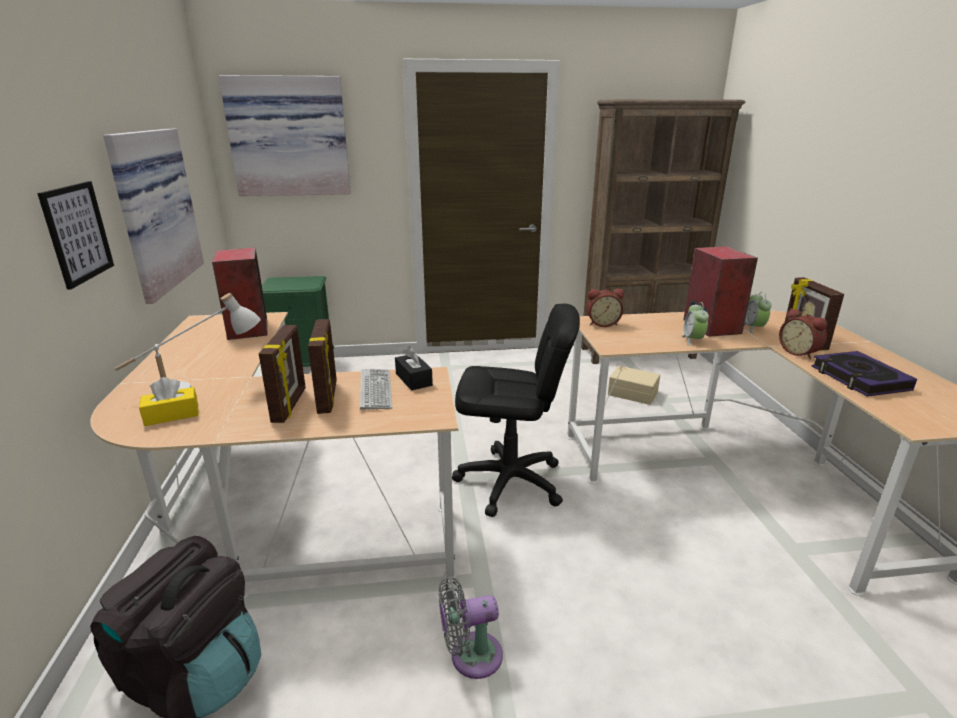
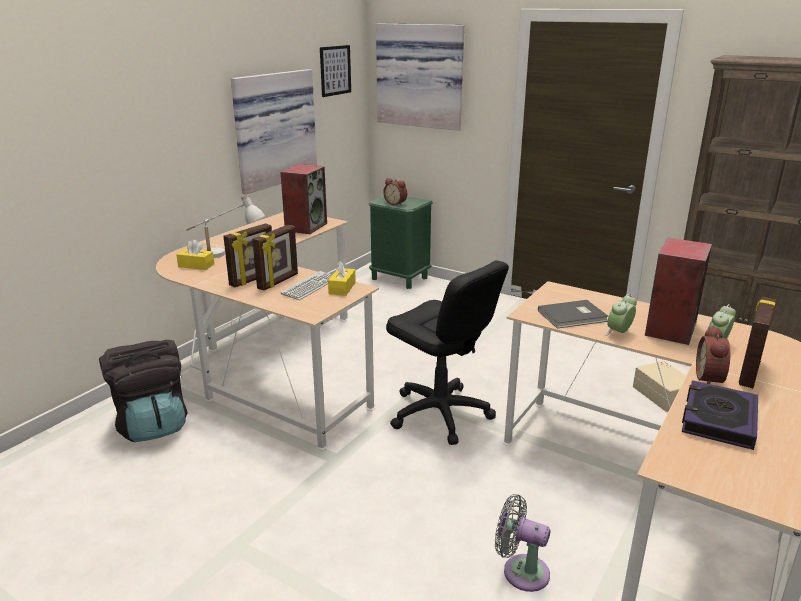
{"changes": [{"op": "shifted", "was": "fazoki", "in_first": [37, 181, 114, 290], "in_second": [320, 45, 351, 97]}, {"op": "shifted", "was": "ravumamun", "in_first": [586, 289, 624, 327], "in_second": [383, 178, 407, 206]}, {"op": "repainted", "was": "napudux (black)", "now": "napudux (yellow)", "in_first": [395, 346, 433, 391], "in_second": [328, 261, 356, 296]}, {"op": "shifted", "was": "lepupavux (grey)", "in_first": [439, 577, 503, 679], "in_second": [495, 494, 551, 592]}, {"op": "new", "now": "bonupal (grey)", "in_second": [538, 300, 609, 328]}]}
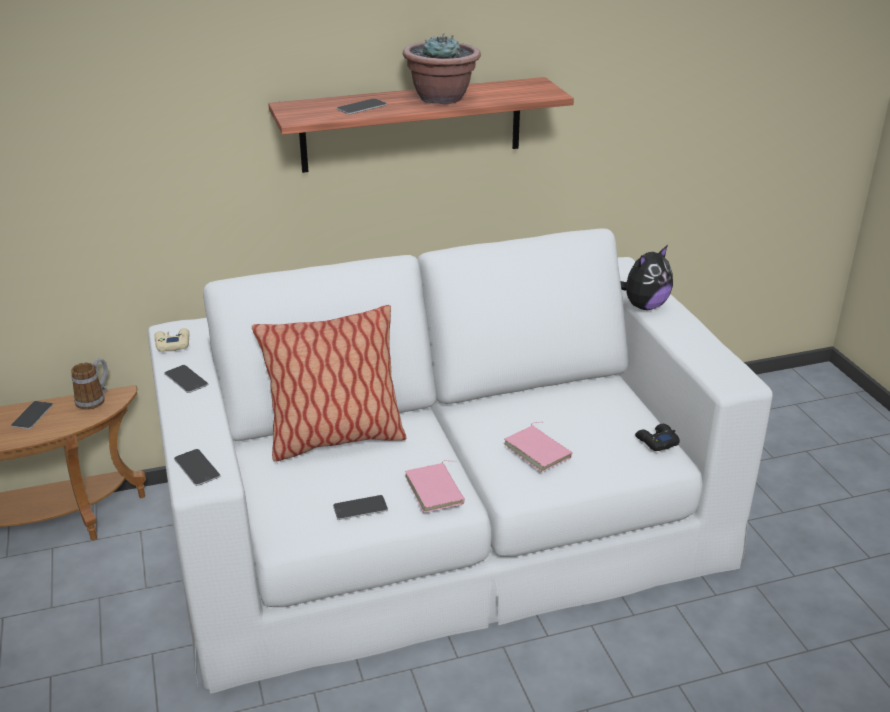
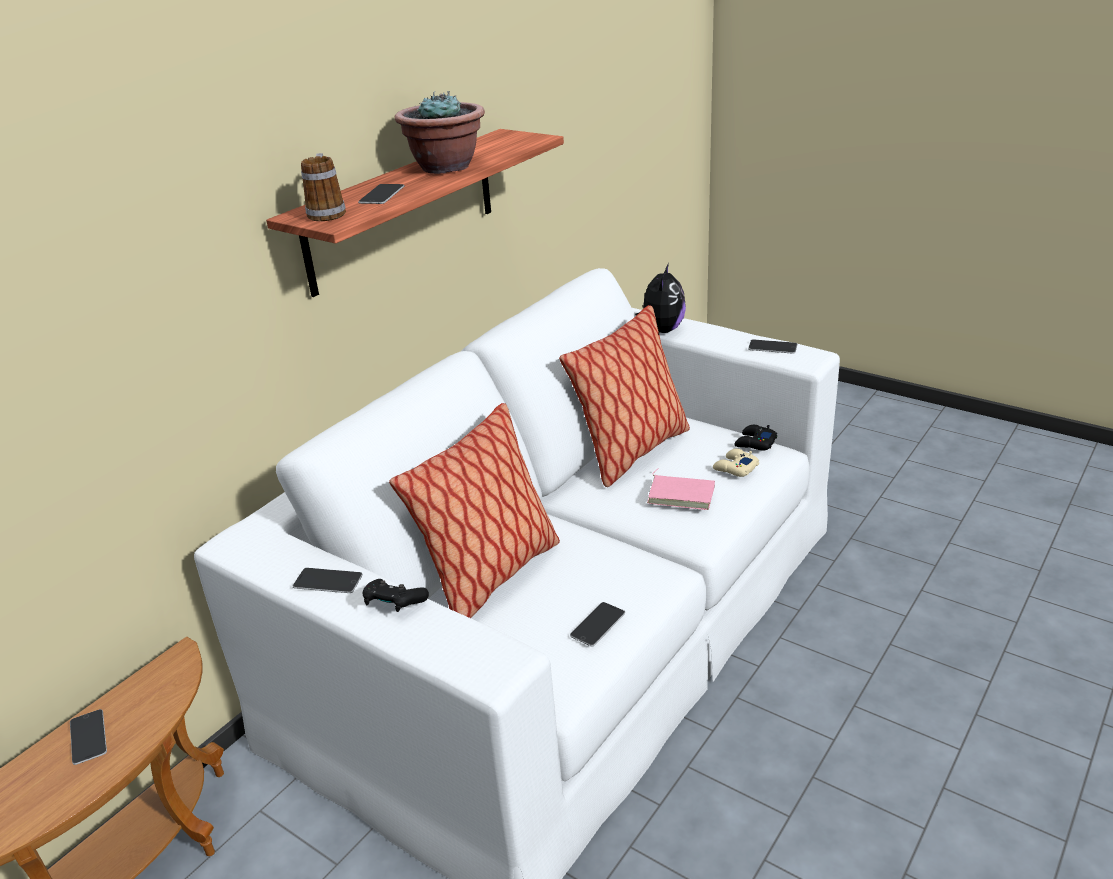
{"changes": [{"op": "shifted", "was": "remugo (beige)", "in_first": [154, 328, 190, 352], "in_second": [713, 449, 759, 477]}, {"op": "shifted", "was": "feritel", "in_first": [71, 358, 108, 410], "in_second": [301, 153, 346, 221]}, {"op": "shifted", "was": "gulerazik", "in_first": [174, 449, 221, 486], "in_second": [748, 339, 797, 354]}, {"op": "gone", "was": "bonupal (pink)", "in_first": [405, 460, 465, 513]}, {"op": "new", "now": "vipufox", "in_second": [559, 305, 690, 487]}, {"op": "new", "now": "remugo (black)", "in_second": [363, 579, 429, 612]}]}
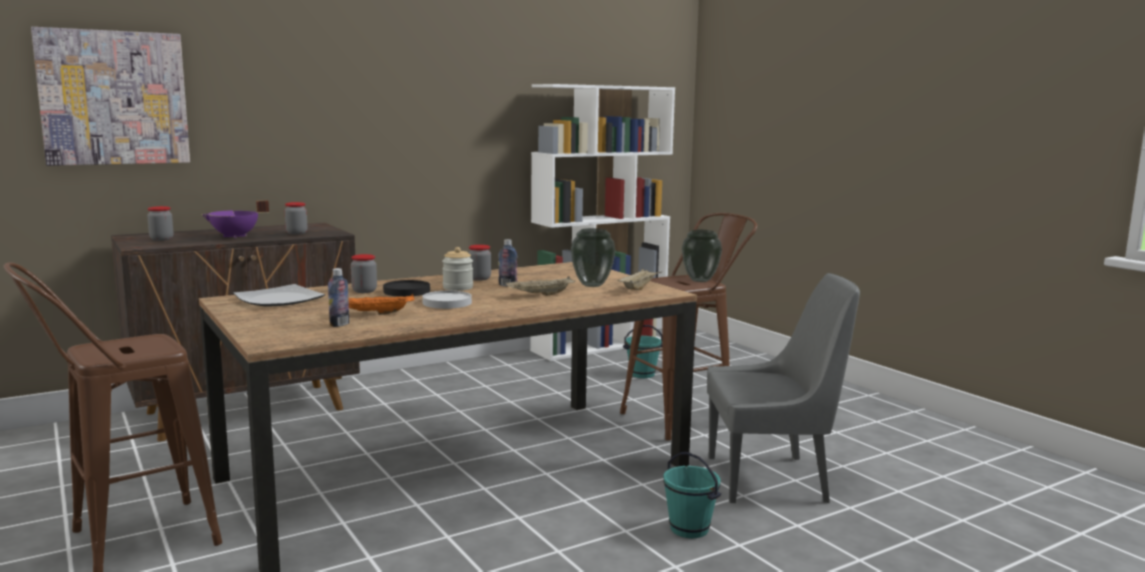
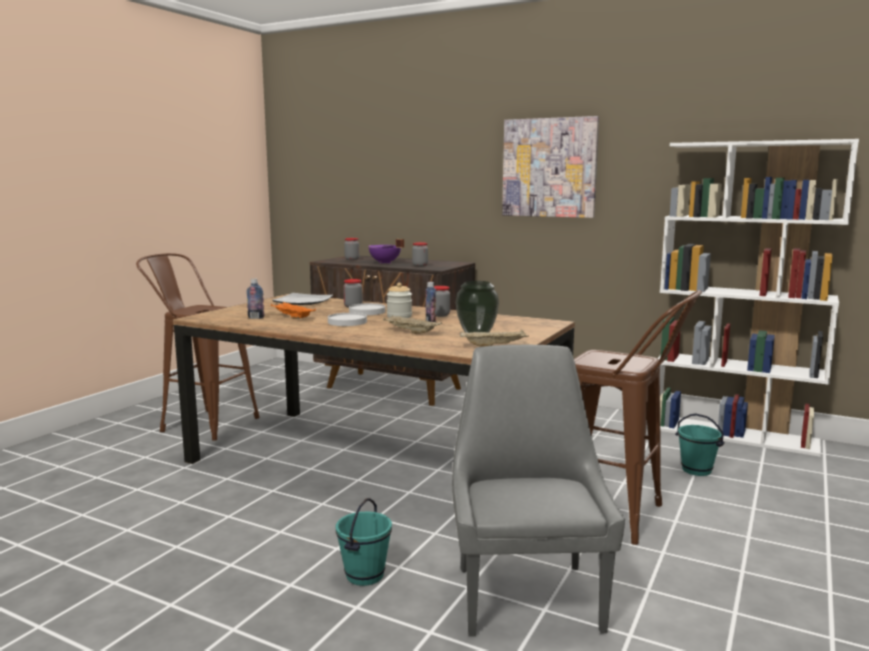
{"changes": [{"op": "shifted", "was": "fazoki", "in_first": [31, 27, 190, 166], "in_second": [502, 116, 599, 218]}, {"op": "gone", "was": "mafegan", "in_first": [682, 230, 722, 282]}, {"op": "rotated", "was": "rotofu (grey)", "in_first": [707, 273, 860, 504], "in_second": [452, 345, 625, 637], "clockwise": -150}, {"op": "repainted", "was": "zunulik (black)", "now": "zunulik (white)", "in_first": [383, 280, 430, 297], "in_second": [349, 303, 385, 315]}]}
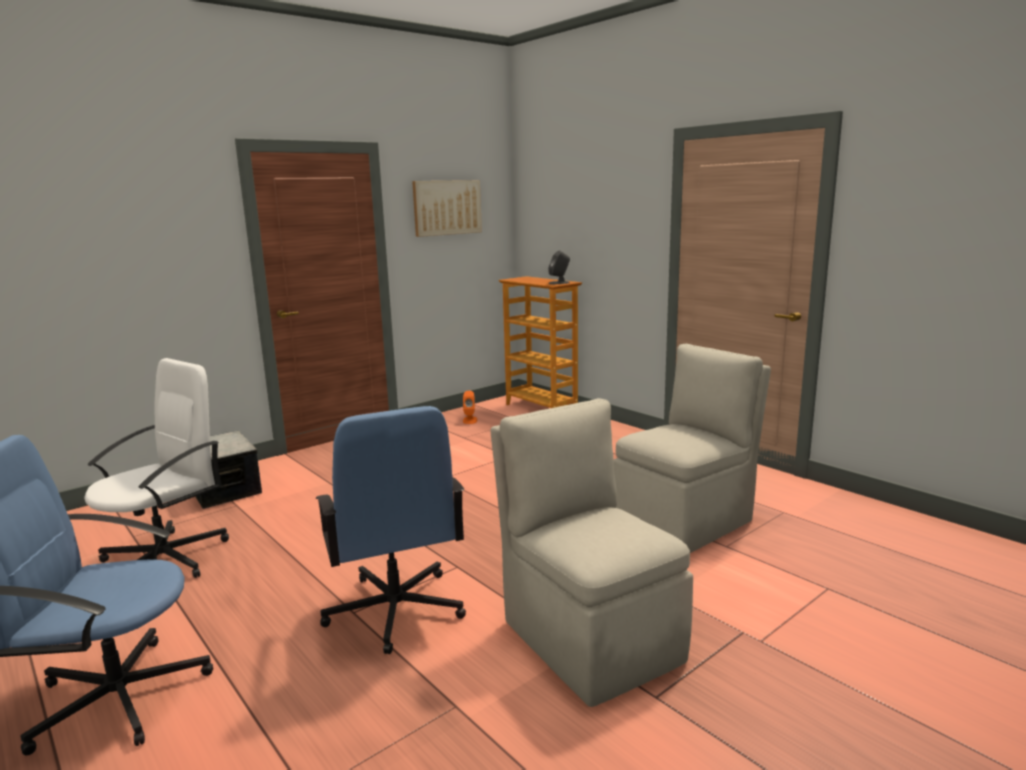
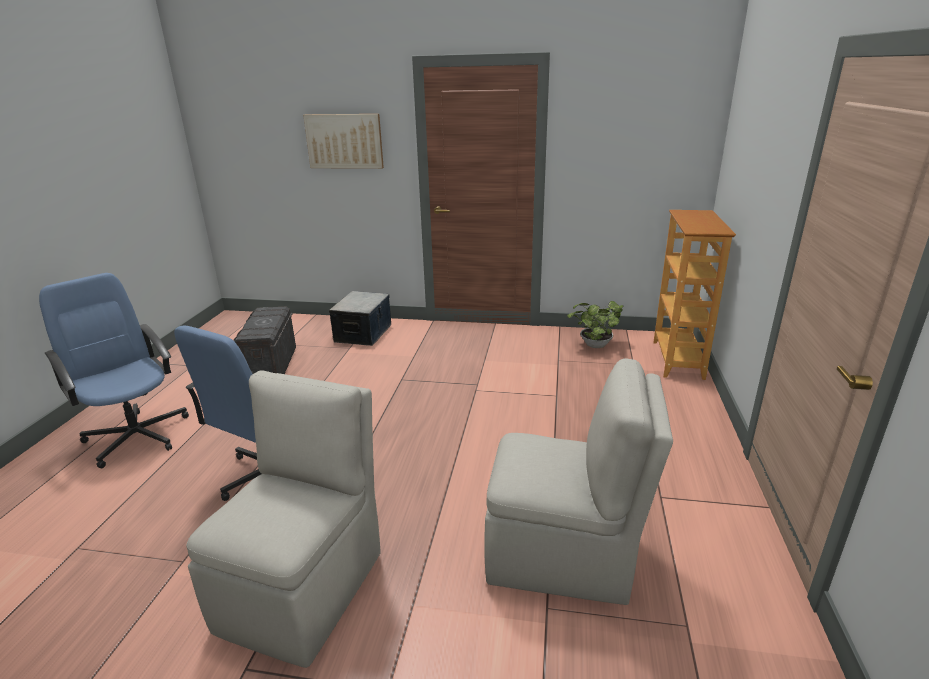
{"changes": [{"op": "shifted", "was": "fazoki", "in_first": [412, 180, 482, 237], "in_second": [303, 114, 384, 169]}, {"op": "gone", "was": "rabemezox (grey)", "in_first": [548, 250, 570, 284]}, {"op": "swapped", "was": "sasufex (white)", "now": "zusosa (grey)", "in_first": [84, 358, 229, 578], "in_second": [233, 306, 296, 374]}, {"op": "swapped", "was": "rabemezox (orange)", "now": "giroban", "in_first": [463, 391, 477, 424], "in_second": [567, 301, 624, 348]}]}
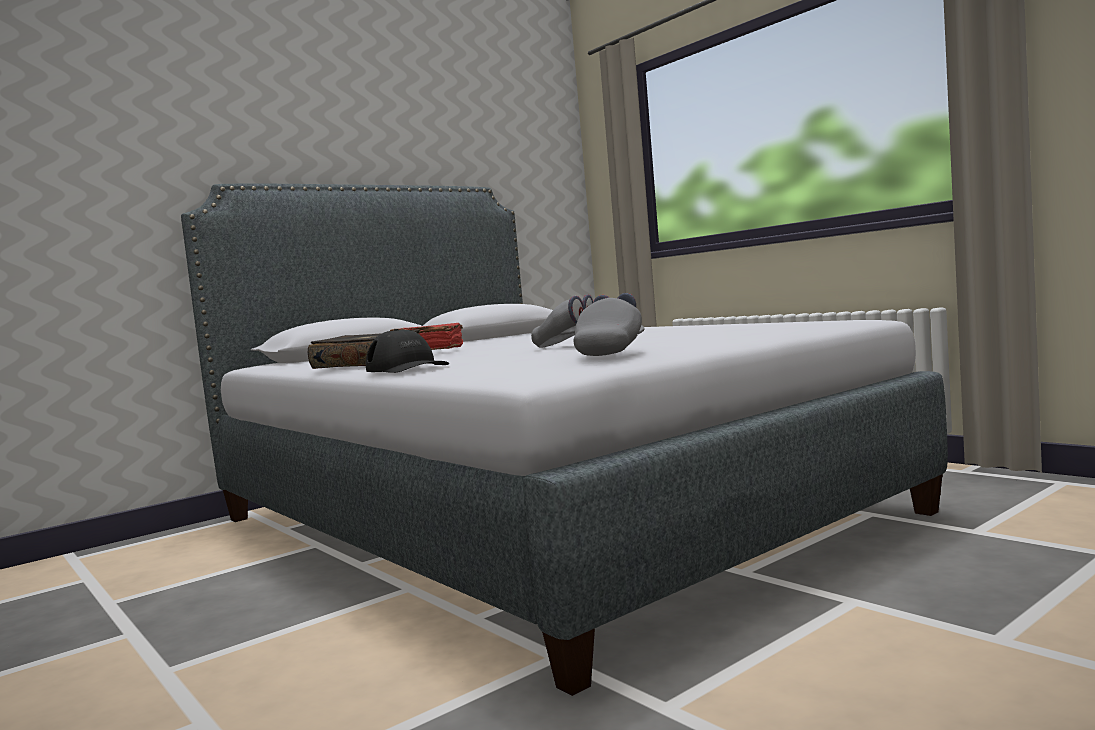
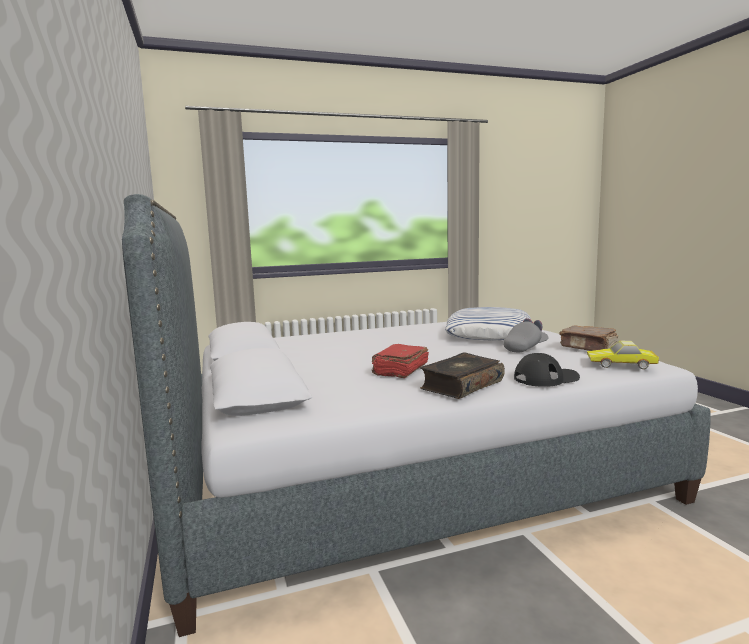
{"changes": [{"op": "swapped", "was": "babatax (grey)", "now": "bonupal (brown)", "in_first": [574, 293, 645, 356], "in_second": [559, 326, 618, 351]}, {"op": "new", "now": "vipufox", "in_second": [445, 307, 531, 341]}, {"op": "new", "now": "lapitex", "in_second": [587, 341, 659, 369]}]}
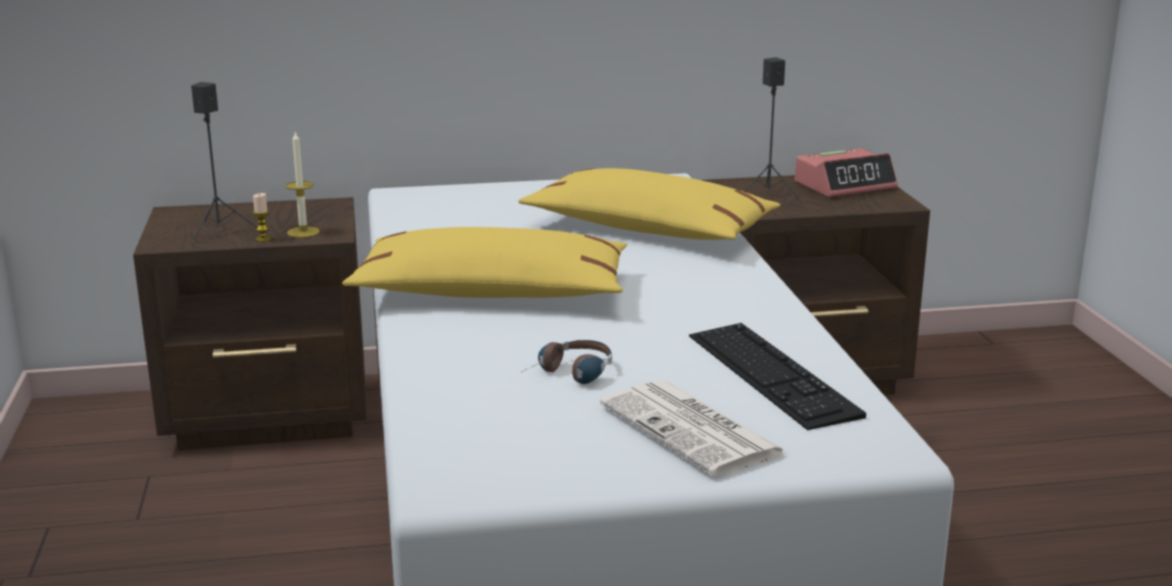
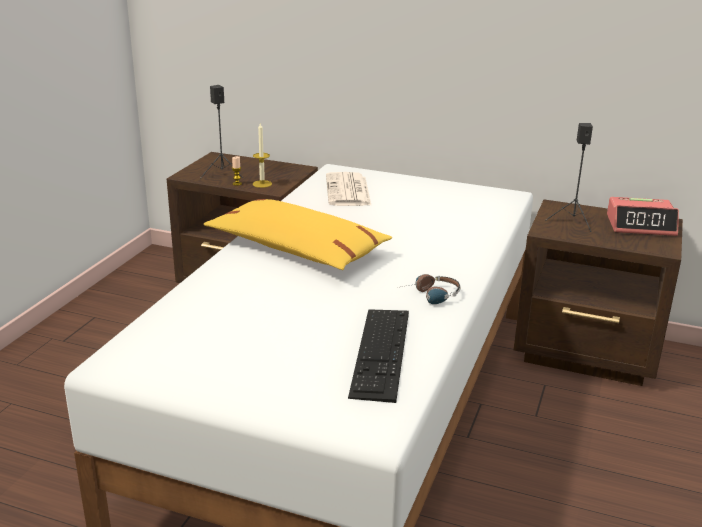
{"changes": [{"op": "gone", "was": "vipufox (yellow)", "in_first": [518, 168, 780, 240]}, {"op": "shifted", "was": "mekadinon", "in_first": [522, 340, 612, 384], "in_second": [397, 274, 461, 304]}, {"op": "shifted", "was": "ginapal", "in_first": [600, 380, 787, 477], "in_second": [326, 172, 372, 206]}]}
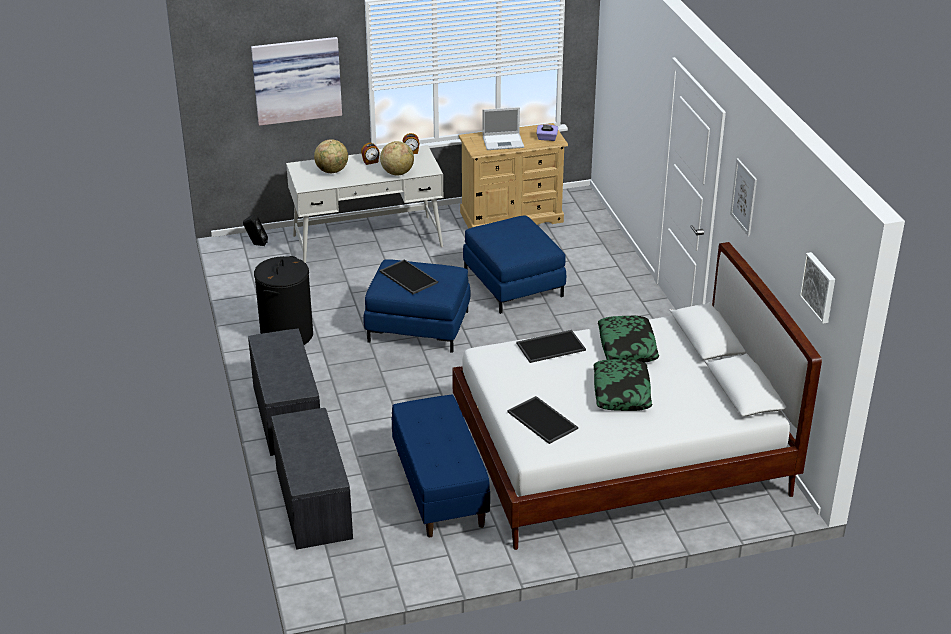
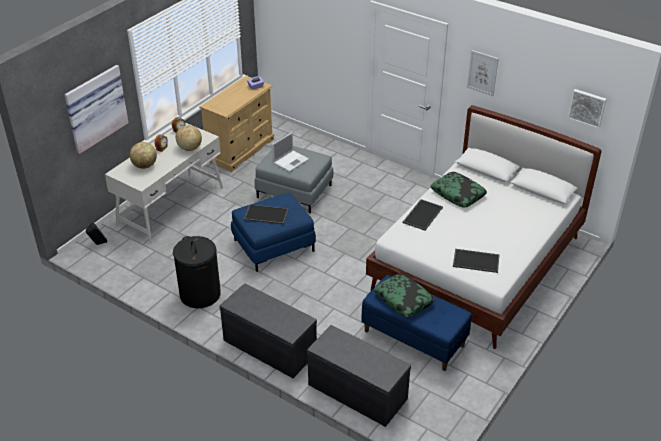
{"changes": [{"op": "shifted", "was": "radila", "in_first": [482, 107, 524, 150], "in_second": [272, 132, 309, 172]}, {"op": "repainted", "was": "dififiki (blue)", "now": "dififiki (grey)", "in_first": [463, 216, 566, 314], "in_second": [254, 146, 333, 213]}, {"op": "shifted", "was": "vipufox", "in_first": [593, 360, 652, 411], "in_second": [374, 273, 435, 318]}]}
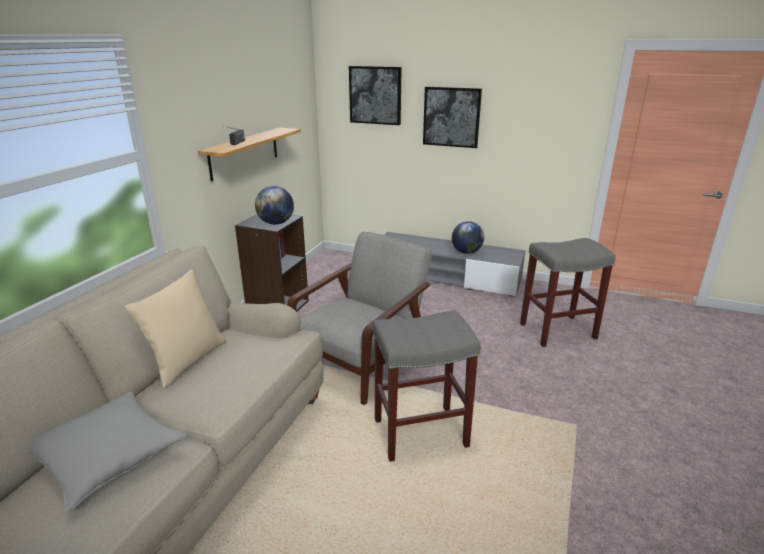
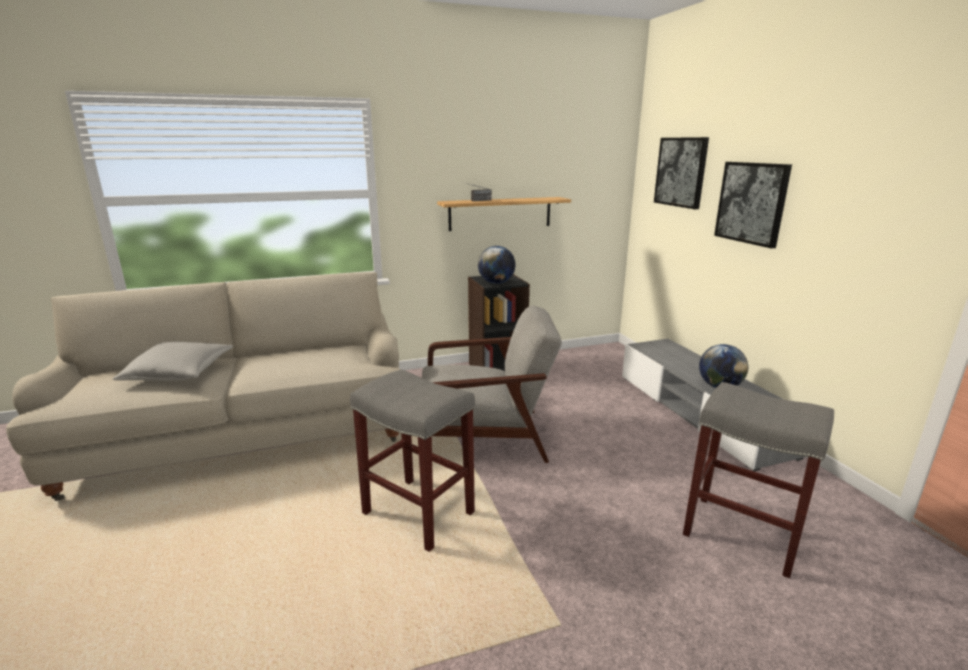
{"changes": [{"op": "gone", "was": "vipufox (beige)", "in_first": [125, 269, 226, 388]}]}
